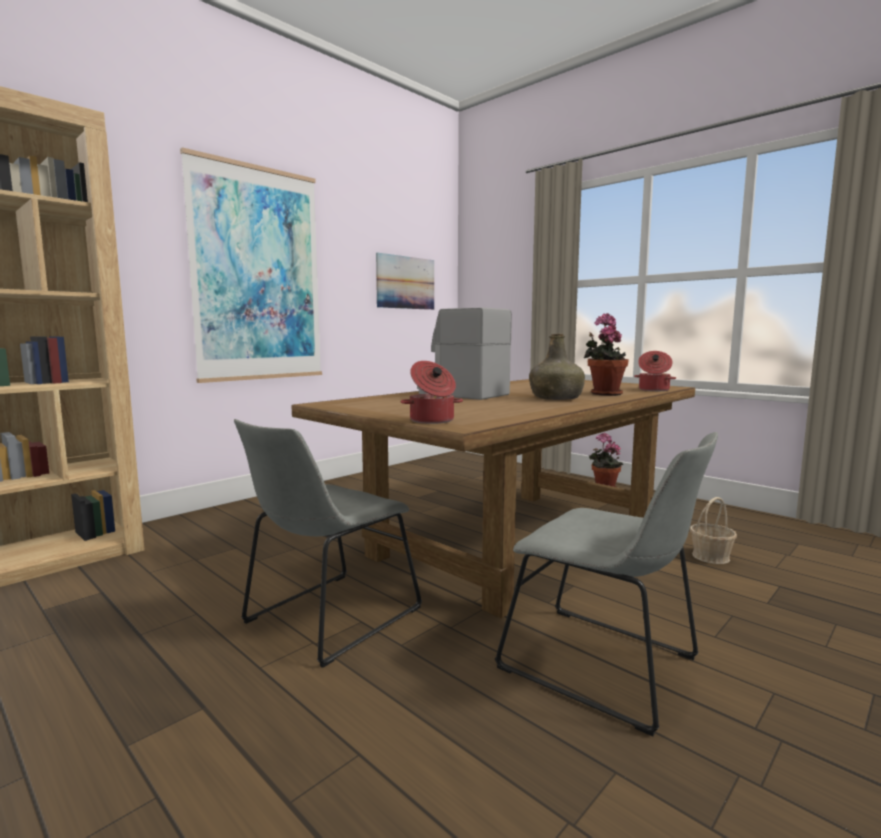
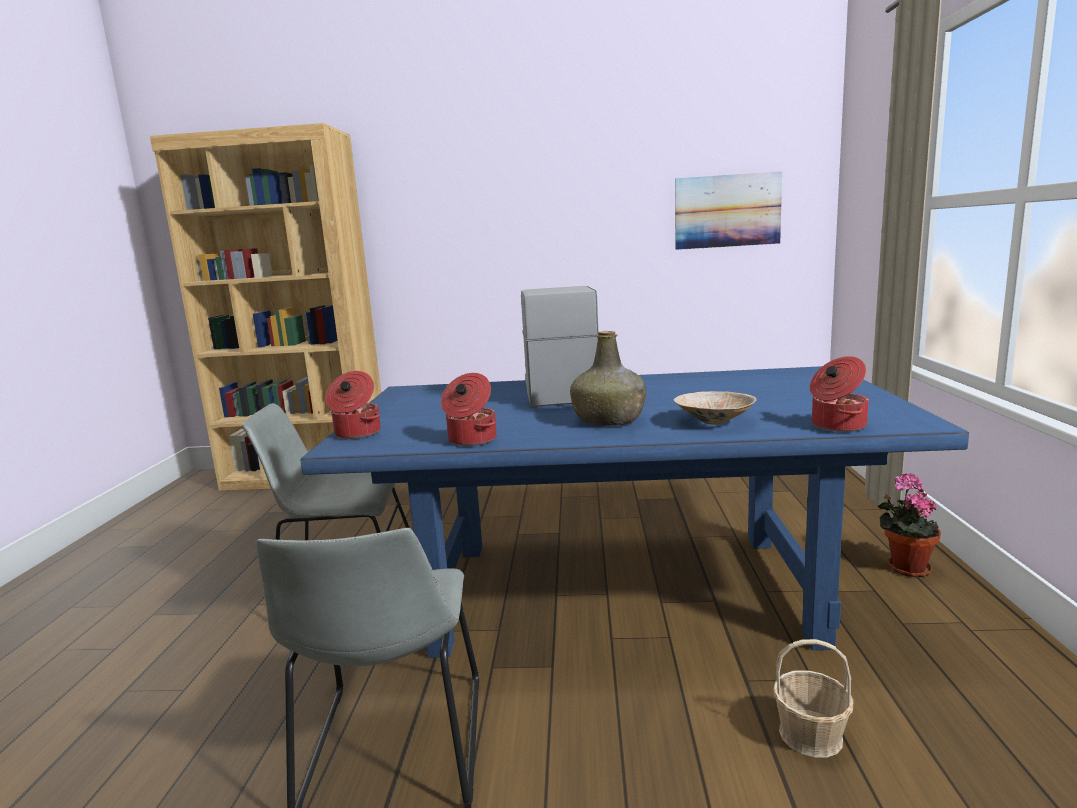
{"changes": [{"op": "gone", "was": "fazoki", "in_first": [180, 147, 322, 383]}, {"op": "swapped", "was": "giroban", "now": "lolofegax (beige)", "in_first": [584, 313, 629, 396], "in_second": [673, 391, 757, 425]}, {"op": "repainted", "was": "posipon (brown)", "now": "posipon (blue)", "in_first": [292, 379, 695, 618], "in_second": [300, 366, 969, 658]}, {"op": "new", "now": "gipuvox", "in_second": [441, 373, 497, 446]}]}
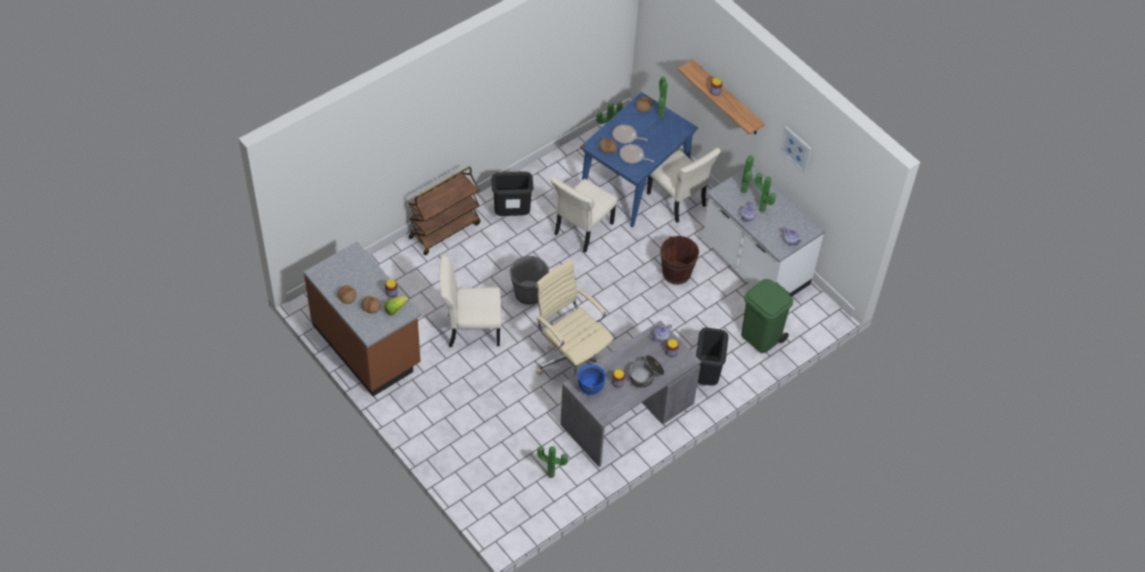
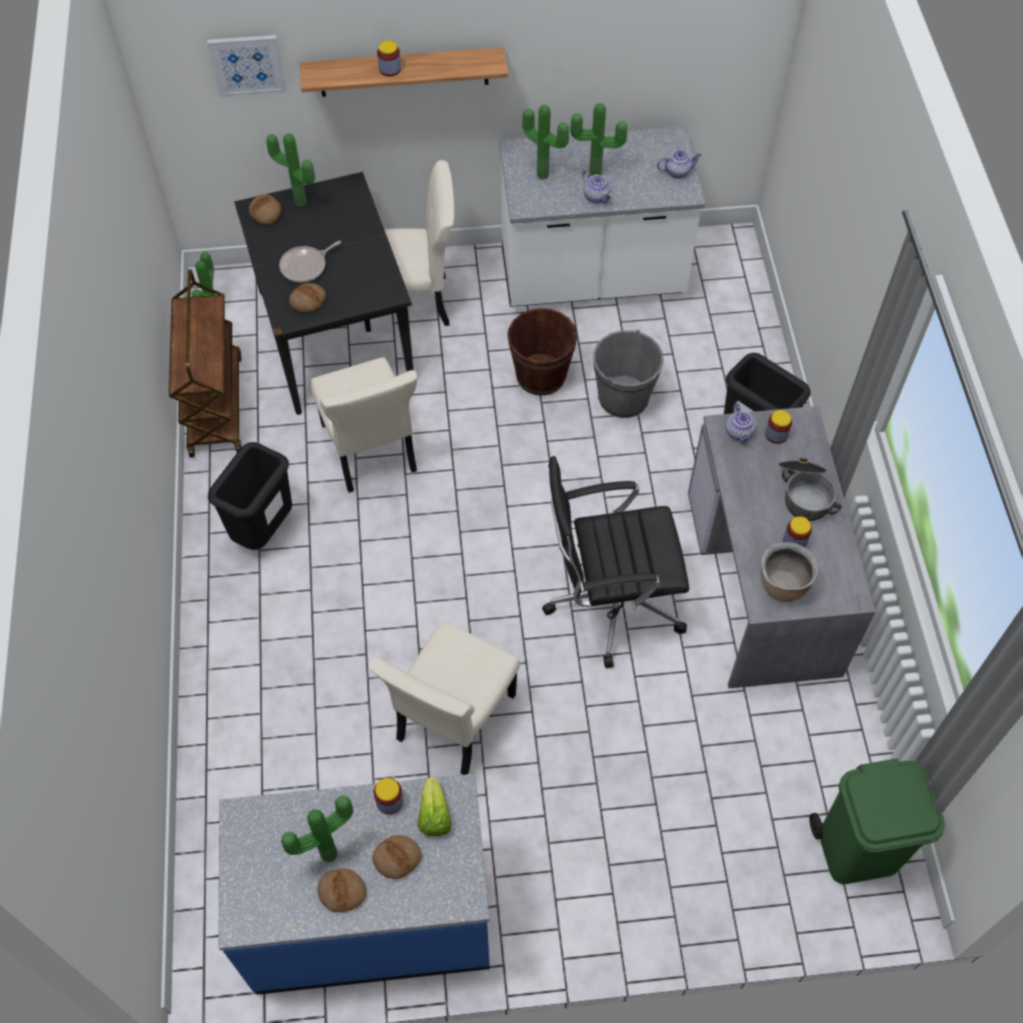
{"changes": [{"op": "repainted", "was": "posipon (blue)", "now": "posipon (black)", "in_first": [580, 92, 698, 227], "in_second": [234, 172, 414, 415]}, {"op": "shifted", "was": "fazoki", "in_first": [780, 126, 811, 173], "in_second": [208, 35, 286, 97]}, {"op": "gone", "was": "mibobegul", "in_first": [620, 144, 654, 163]}, {"op": "shifted", "was": "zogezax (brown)", "in_first": [408, 167, 480, 255], "in_second": [169, 269, 242, 458]}, {"op": "repainted", "was": "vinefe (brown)", "now": "vinefe (blue)", "in_first": [303, 241, 421, 396], "in_second": [218, 774, 490, 995]}, {"op": "shifted", "was": "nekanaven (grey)", "in_first": [510, 255, 549, 305], "in_second": [593, 330, 664, 418]}, {"op": "repainted", "was": "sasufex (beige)", "now": "sasufex (black)", "in_first": [536, 260, 613, 376], "in_second": [542, 456, 689, 668]}, {"op": "shifted", "was": "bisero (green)", "in_first": [741, 279, 793, 353], "in_second": [810, 758, 945, 884]}, {"op": "repainted", "was": "gipuvox (blue)", "now": "gipuvox (brown)", "in_first": [577, 364, 606, 395], "in_second": [761, 542, 819, 602]}, {"op": "shifted", "was": "giroban", "in_first": [537, 446, 568, 478], "in_second": [281, 795, 353, 863]}]}
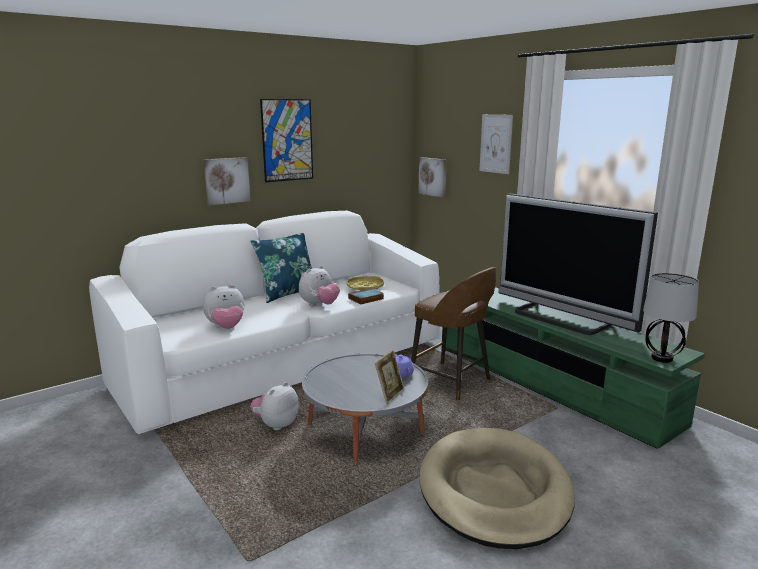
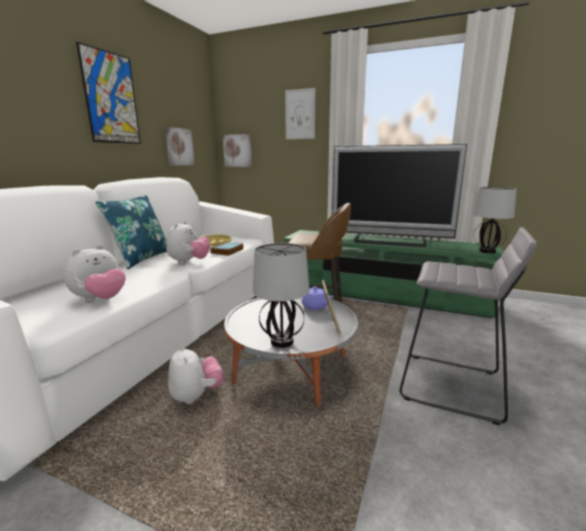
{"changes": [{"op": "shifted", "was": "fazoki", "in_first": [204, 157, 251, 205], "in_second": [165, 127, 195, 166]}, {"op": "rotated", "was": "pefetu", "in_first": [250, 382, 299, 430], "in_second": [168, 346, 224, 404], "clockwise": 150}, {"op": "swapped", "was": "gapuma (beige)", "now": "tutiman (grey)", "in_first": [420, 428, 575, 549], "in_second": [400, 227, 537, 425]}, {"op": "new", "now": "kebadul", "in_second": [253, 243, 310, 348]}]}
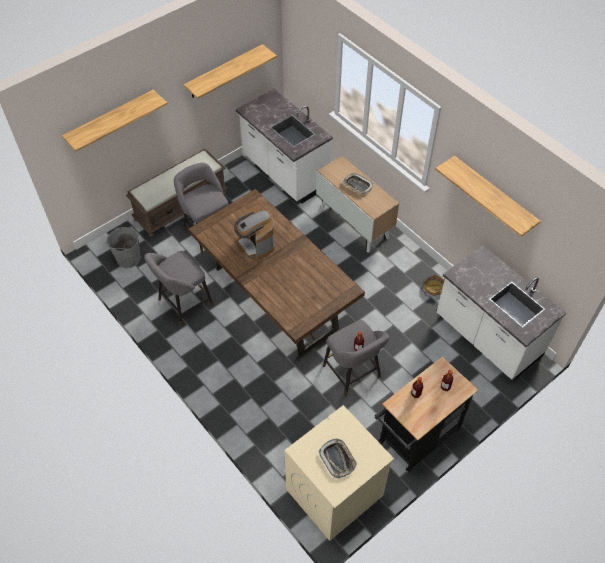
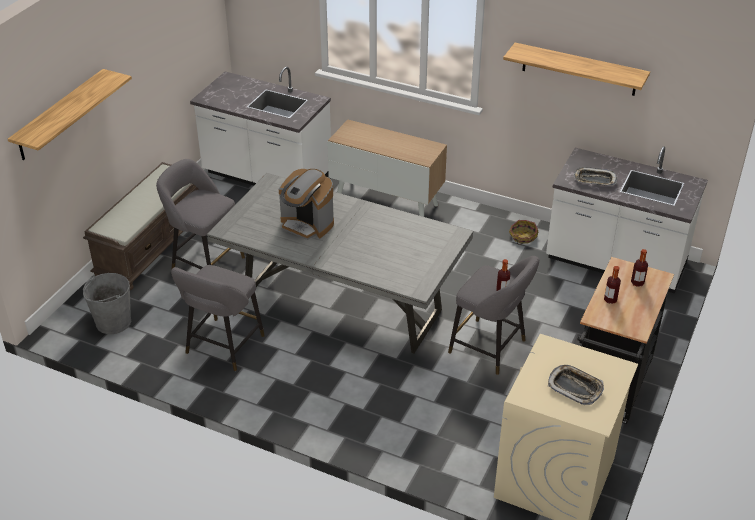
{"changes": [{"op": "gone", "was": "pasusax", "in_first": [184, 44, 277, 99]}, {"op": "shifted", "was": "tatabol", "in_first": [343, 173, 373, 194], "in_second": [574, 167, 617, 186]}, {"op": "repainted", "was": "posipon (brown)", "now": "posipon (grey)", "in_first": [188, 189, 365, 357], "in_second": [207, 173, 473, 354]}]}
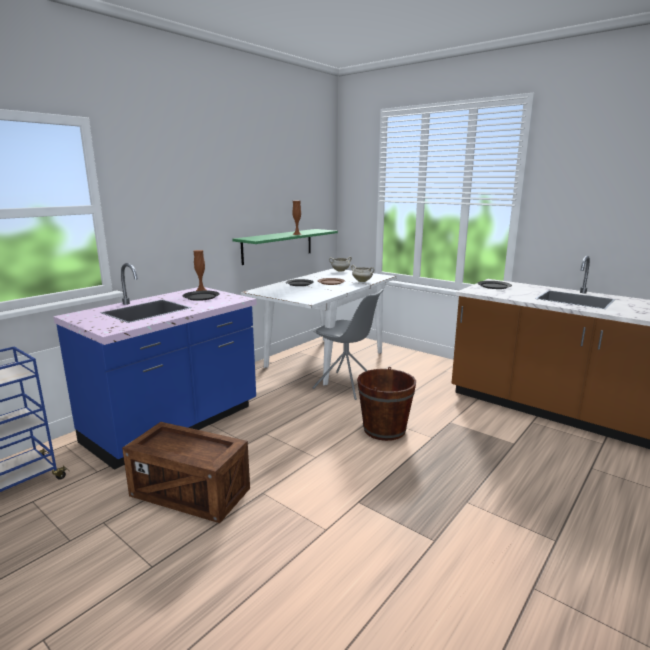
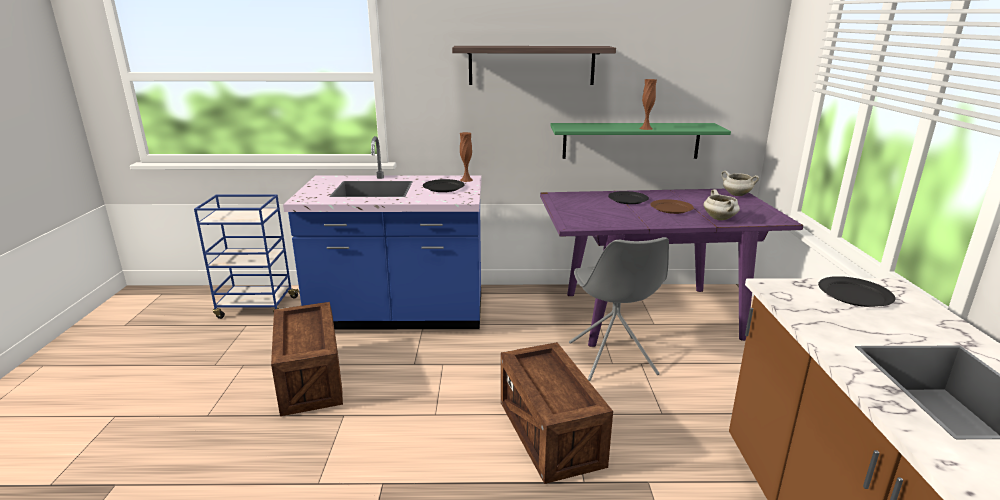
{"changes": [{"op": "repainted", "was": "posipon (white)", "now": "posipon (purple)", "in_first": [241, 268, 396, 386], "in_second": [540, 189, 803, 347]}, {"op": "swapped", "was": "nekanaven (brown)", "now": "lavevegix", "in_first": [357, 367, 416, 441], "in_second": [501, 342, 613, 484]}, {"op": "new", "now": "pasusax", "in_second": [452, 46, 616, 85]}]}
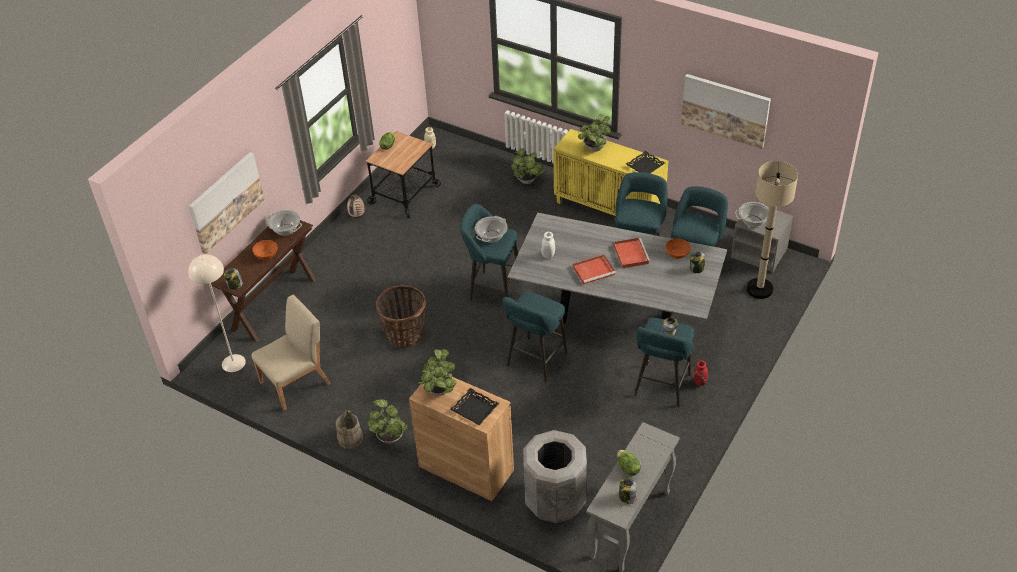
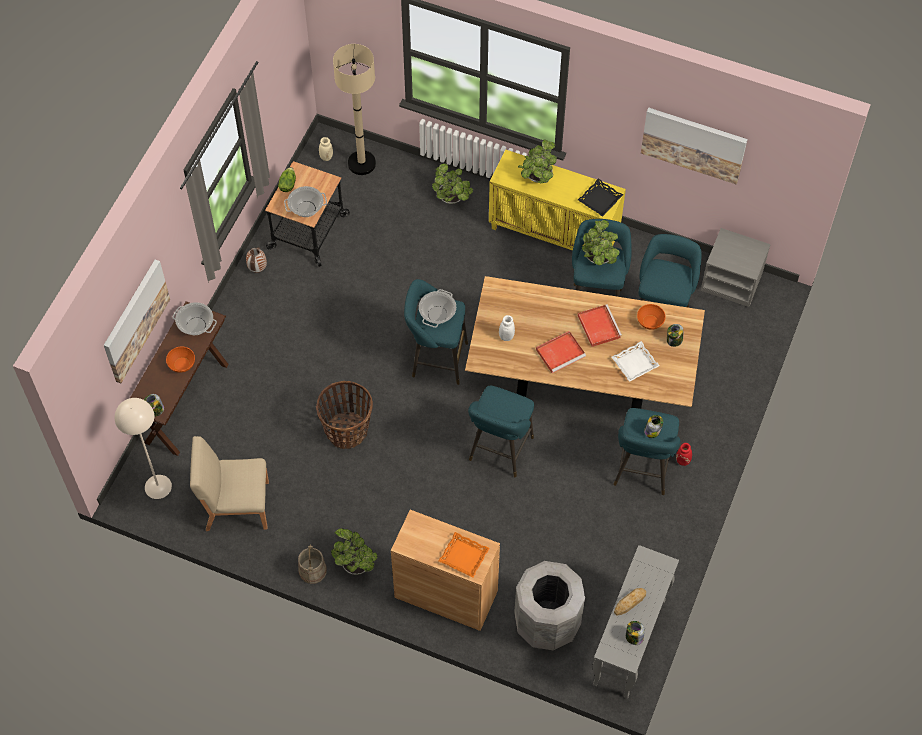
{"changes": [{"op": "shifted", "was": "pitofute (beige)", "in_first": [746, 161, 798, 299], "in_second": [333, 44, 376, 175]}, {"op": "shifted", "was": "gipuvox", "in_first": [735, 202, 769, 227], "in_second": [284, 186, 327, 217]}, {"op": "repainted", "was": "posipon (grey)", "now": "posipon (brown)", "in_first": [507, 213, 727, 324], "in_second": [465, 276, 705, 409]}, {"op": "rotated", "was": "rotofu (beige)", "in_first": [252, 295, 331, 411], "in_second": [190, 436, 269, 531], "clockwise": -135}, {"op": "shifted", "was": "giroban", "in_first": [418, 349, 456, 396], "in_second": [582, 220, 620, 265]}, {"op": "repainted", "was": "tatabol (black)", "now": "tatabol (orange)", "in_first": [450, 388, 499, 426], "in_second": [439, 532, 490, 578]}, {"op": "swapped", "was": "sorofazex", "now": "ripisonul", "in_first": [617, 450, 641, 476], "in_second": [614, 588, 646, 616]}, {"op": "new", "now": "tatabol (white)", "in_second": [612, 341, 660, 382]}]}
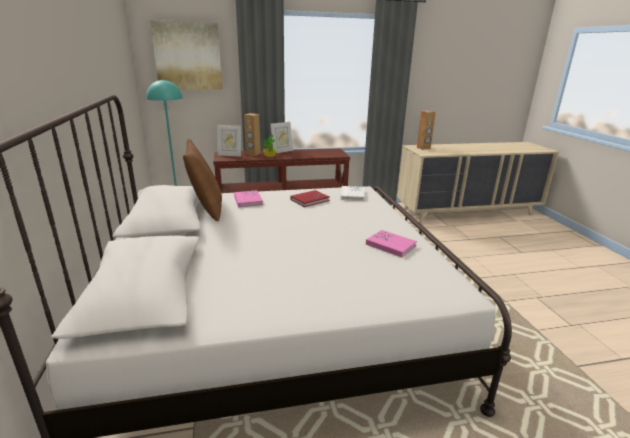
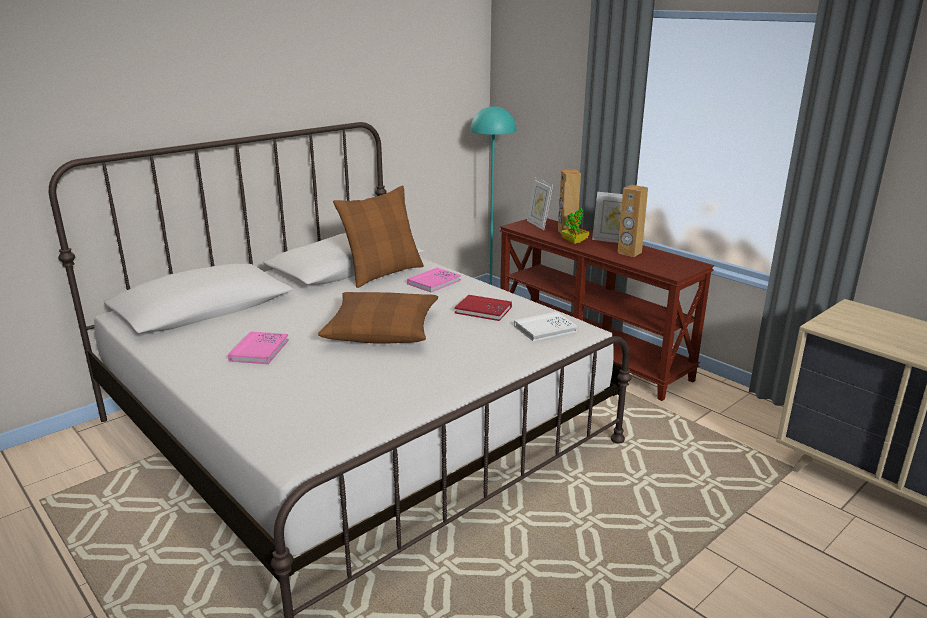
{"changes": [{"op": "gone", "was": "fazoki", "in_first": [150, 20, 222, 90]}, {"op": "shifted", "was": "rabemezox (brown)", "in_first": [417, 111, 436, 150], "in_second": [617, 185, 648, 257]}, {"op": "shifted", "was": "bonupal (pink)", "in_first": [366, 230, 417, 257], "in_second": [228, 331, 289, 364]}, {"op": "new", "now": "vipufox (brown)", "in_second": [318, 292, 438, 344]}]}
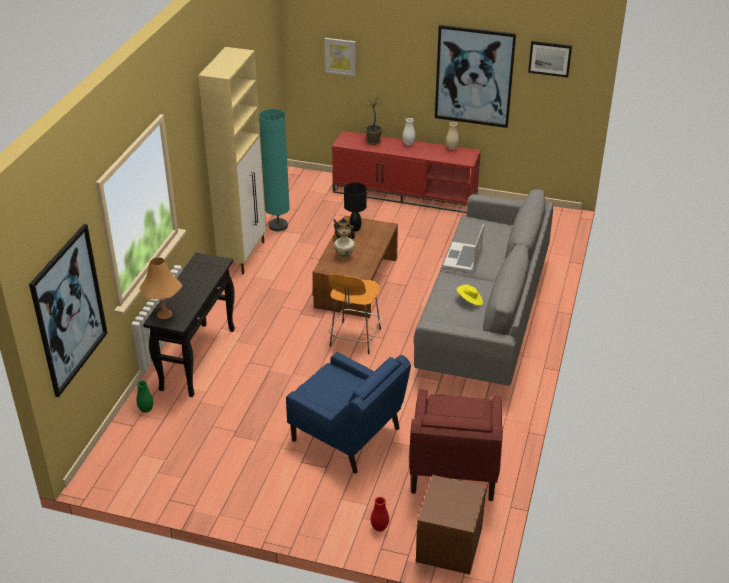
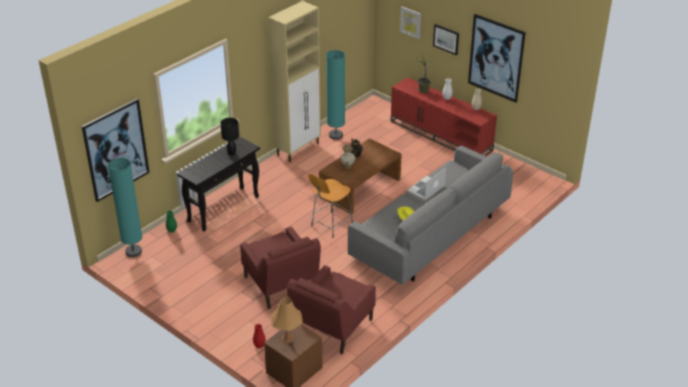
{"changes": [{"op": "shifted", "was": "fazoki", "in_first": [528, 41, 572, 78], "in_second": [433, 24, 459, 55]}, {"op": "shifted", "was": "kebadul (black)", "in_first": [344, 183, 367, 231], "in_second": [221, 118, 239, 155]}, {"op": "shifted", "was": "kebadul (orange)", "in_first": [139, 257, 182, 319], "in_second": [271, 297, 303, 343]}, {"op": "repainted", "was": "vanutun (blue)", "now": "vanutun (red)", "in_first": [286, 352, 411, 474], "in_second": [240, 227, 321, 309]}, {"op": "new", "now": "pitofute (turquoise)", "in_second": [108, 158, 142, 257]}]}
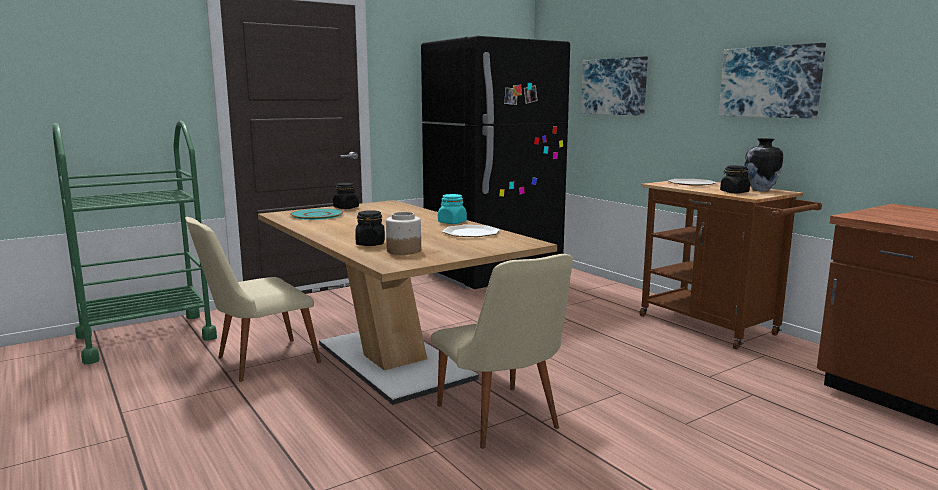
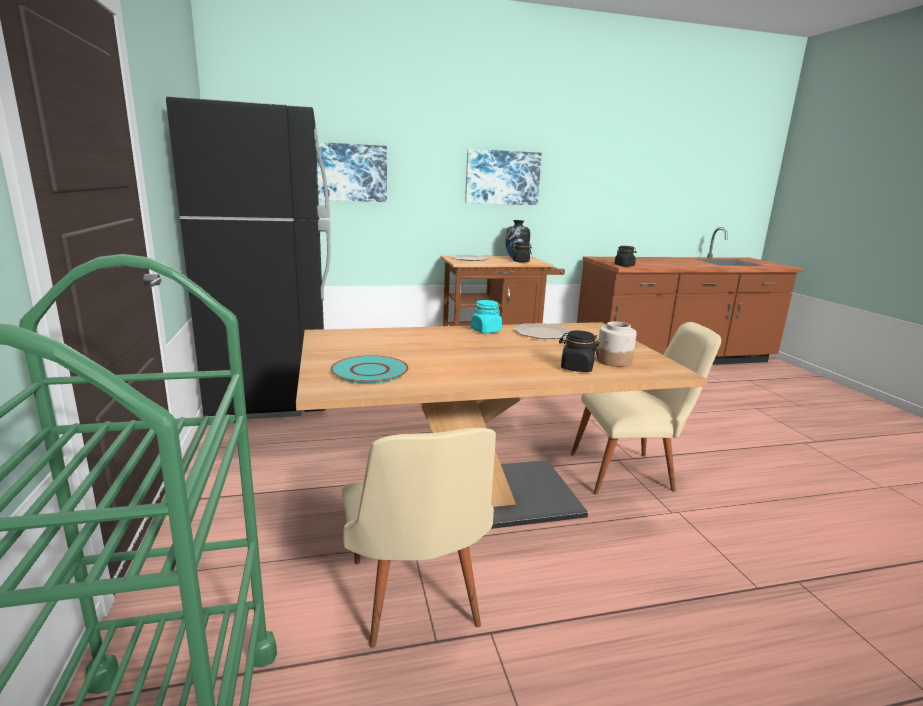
{"changes": [{"op": "shifted", "was": "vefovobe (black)", "in_first": [333, 183, 359, 209], "in_second": [615, 246, 636, 267]}]}
